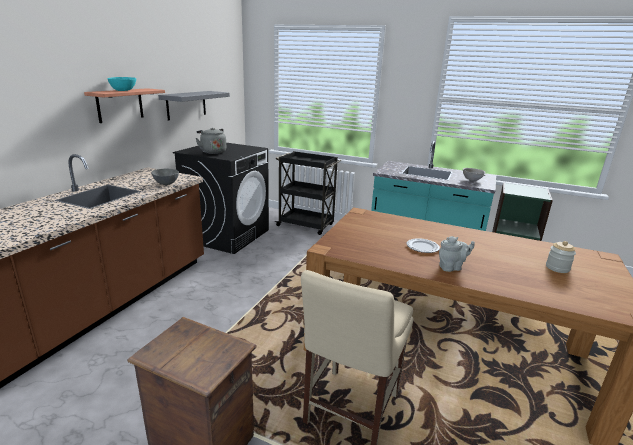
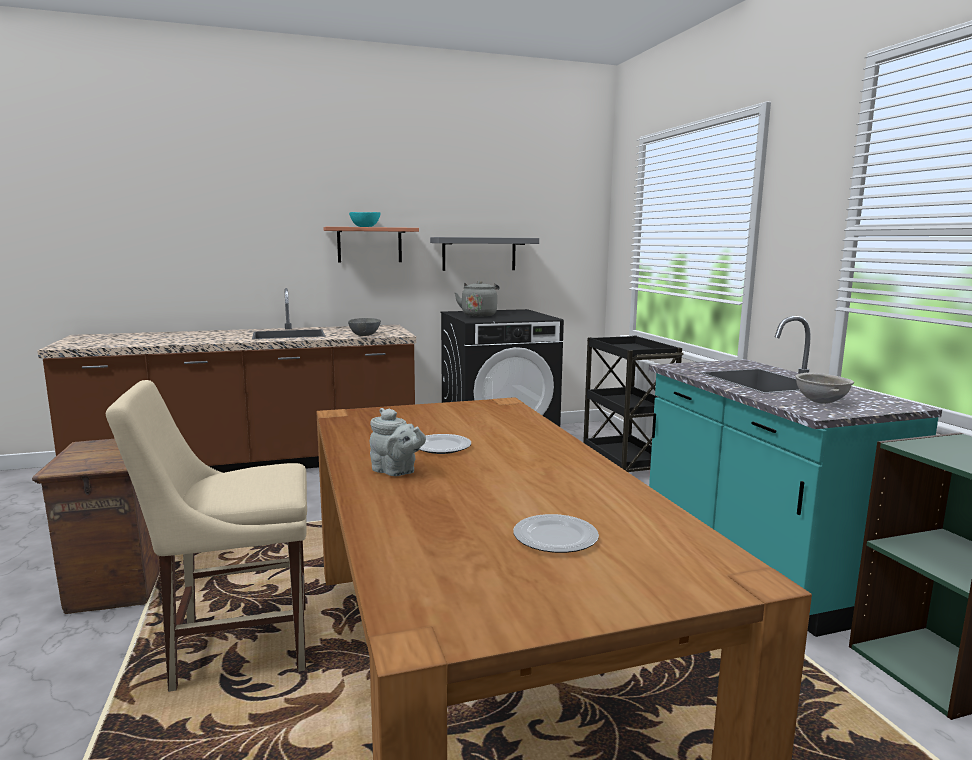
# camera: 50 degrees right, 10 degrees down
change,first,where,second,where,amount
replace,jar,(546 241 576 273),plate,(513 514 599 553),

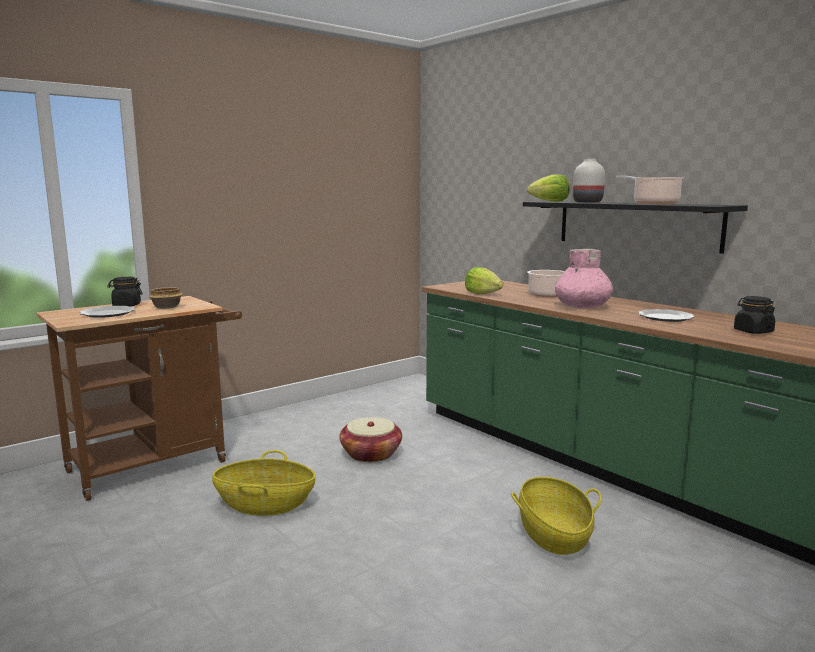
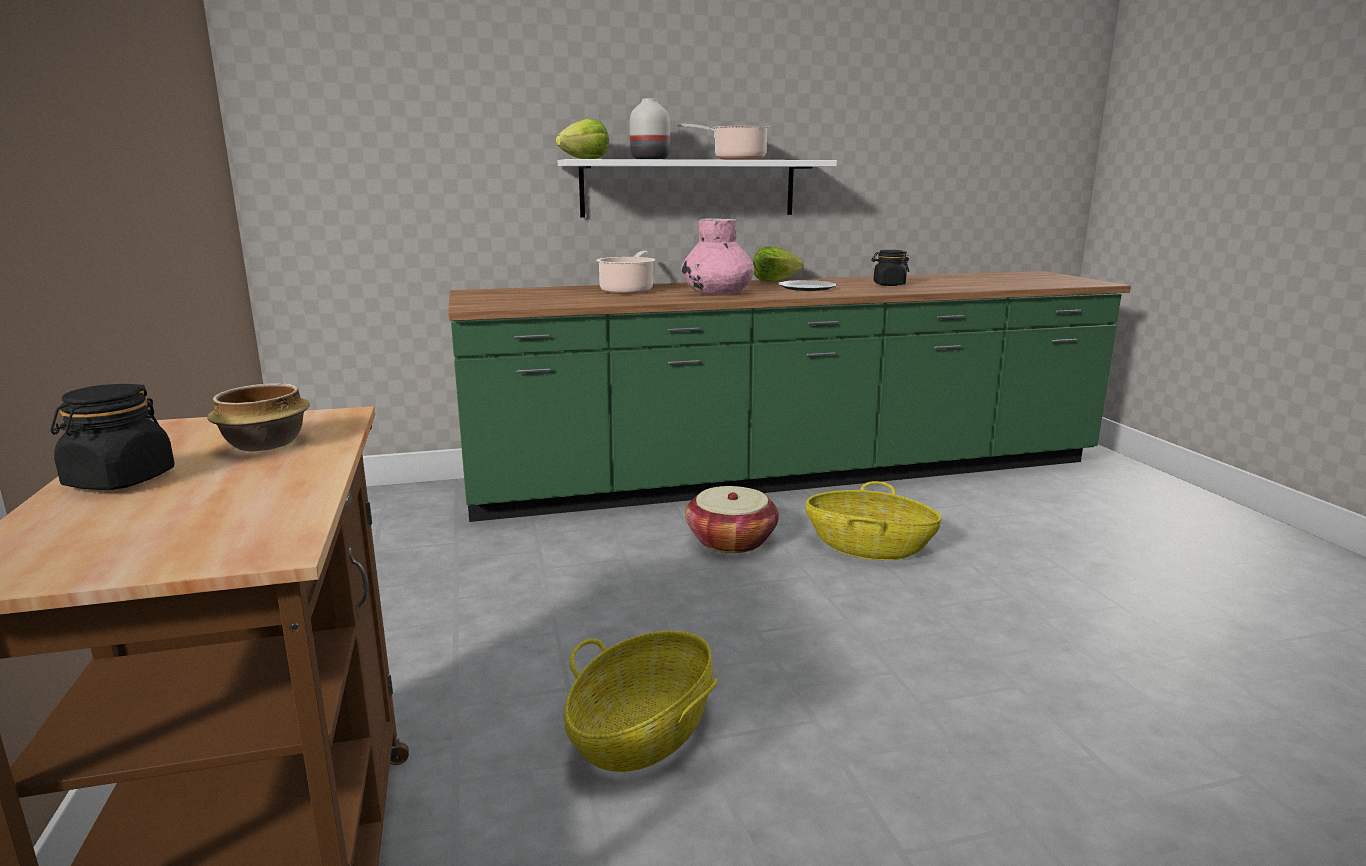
# camera: 65 degrees left, 5 degrees up
change,first,where,second,where,amount
recolor,black_shelf,(523 201 748 254),white_shelf,(558 159 837 217),
move,basket,(339 417 402 462),,(685 486 779 553),
move,lettuce,(465 267 503 294),,(753 246 804 282),
delete,plate,(80 306 135 318),,,

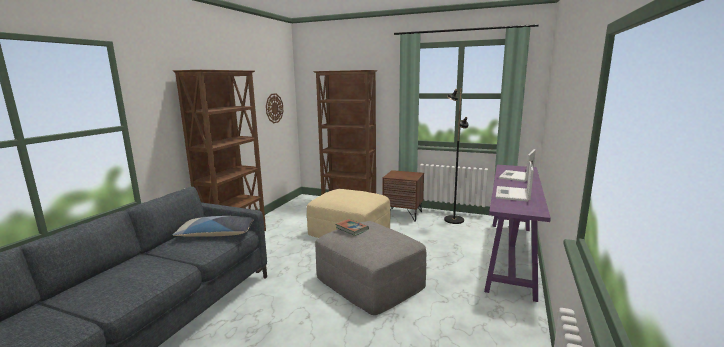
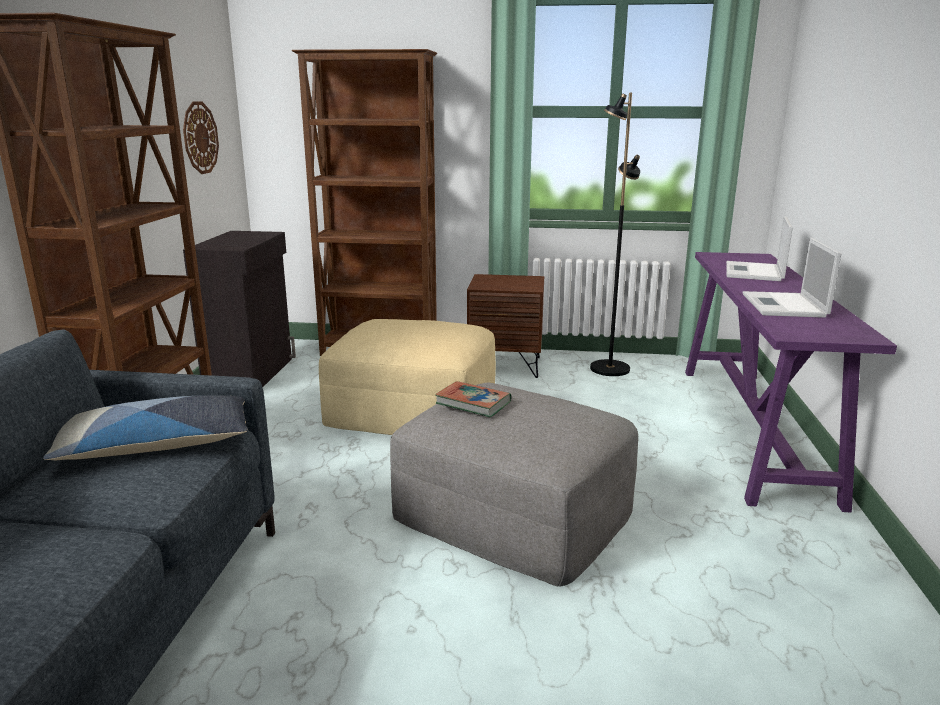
# camera: 15 degrees left, 5 degrees up
change,first,where,second,where,amount
insert,,,black_cabinet,(183 231 296 388),

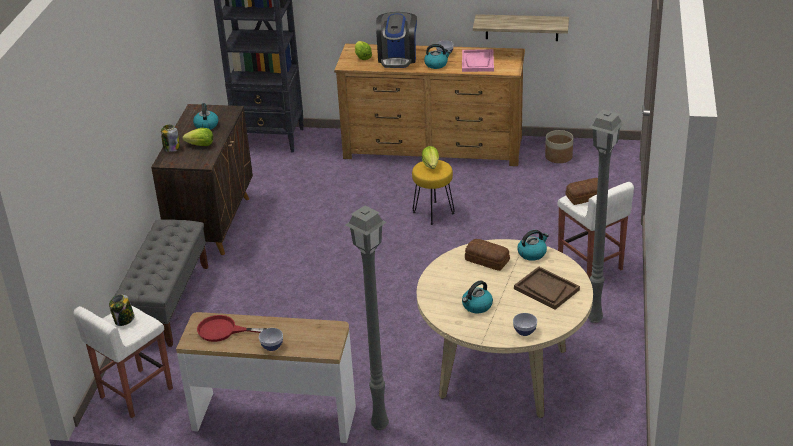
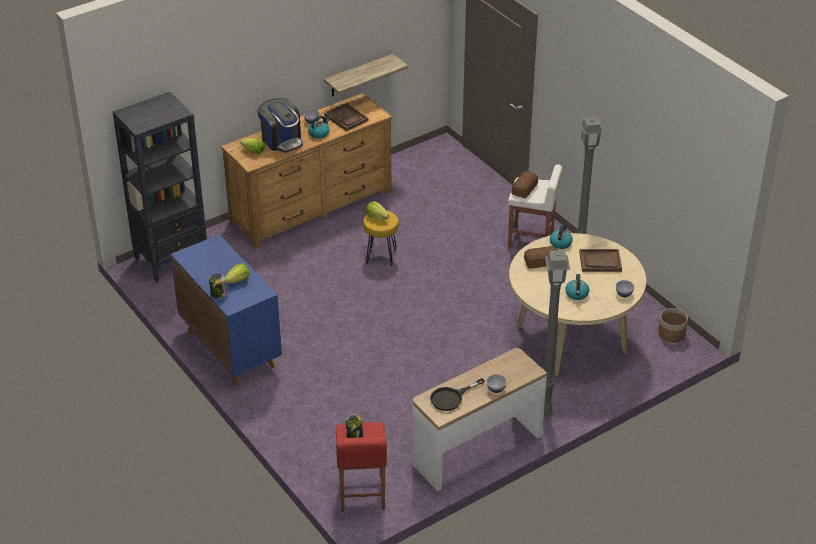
# camera: 45 degrees left, 5 degrees up
change,first,where,second,where,amount
recolor,brown_cabinet,(151 104 253 255),blue_cabinet,(171 234 282 385),
recolor,pink_tray,(462 49 494 72),brown_tray,(324 103 369 131),
recolor,white_stool,(73 306 173 418),red_stool,(336 422 387 512),
recolor,red_frying_pan,(197 315 267 342),black_frying_pan,(430 378 485 411),
move,planter,(545 130 573 163),,(658 308 688 343),
delete,grey_bench,(115 219 208 347),,,
delete,kettle,(193 103 218 130),,,

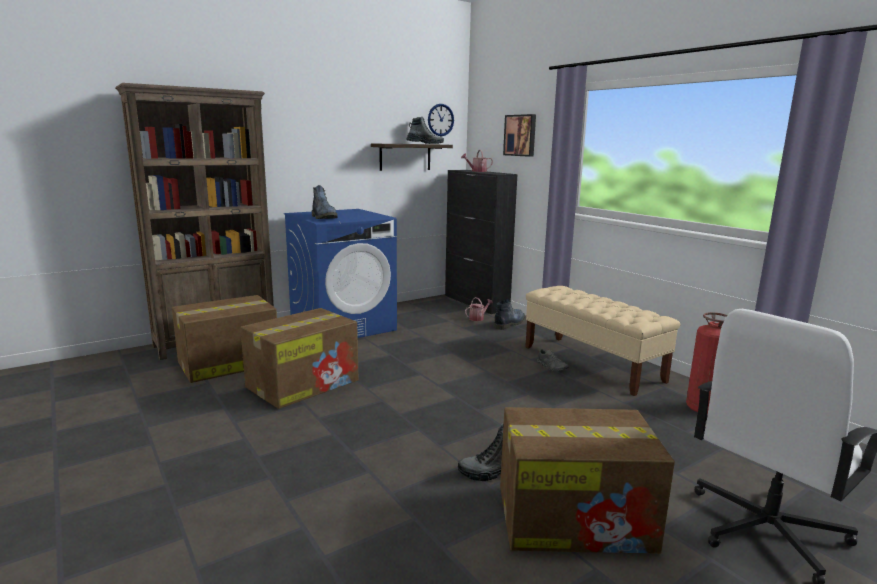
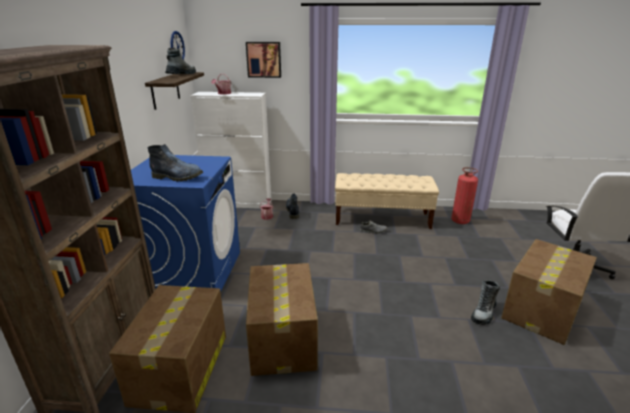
# camera: 50 degrees left, 10 degrees up
change,first,where,second,where,amount
recolor,black_cabinet,(445 170 518 314),white_cabinet,(190 92 271 209),

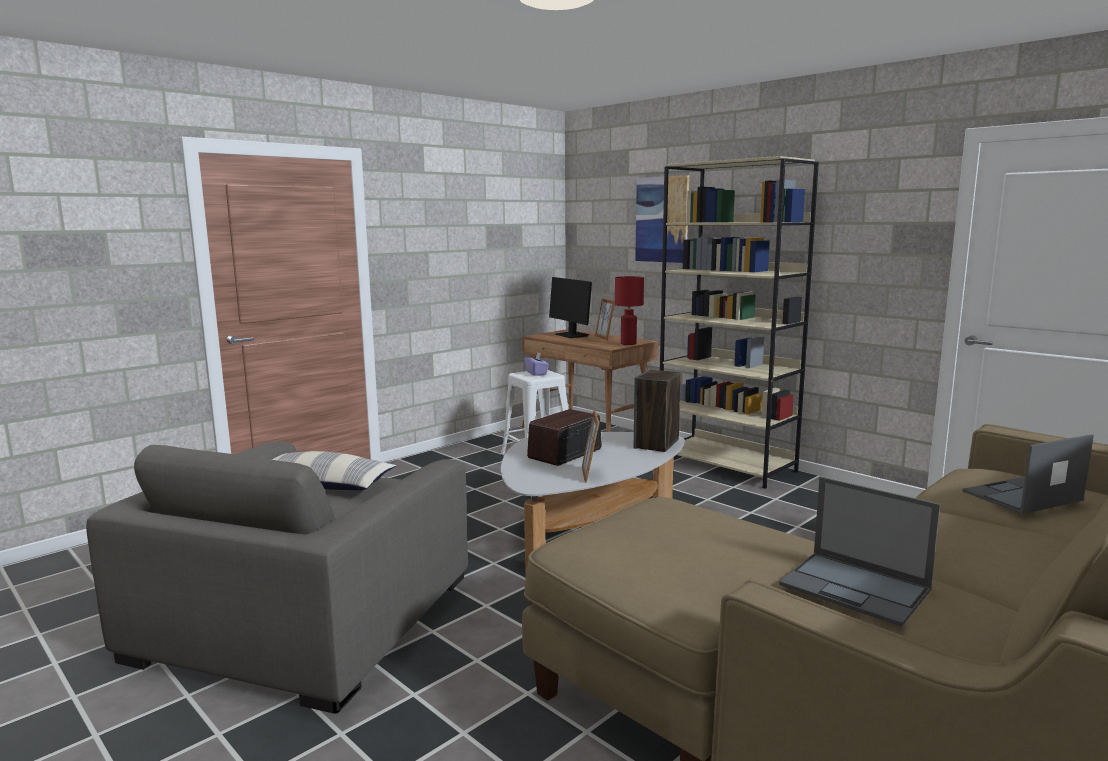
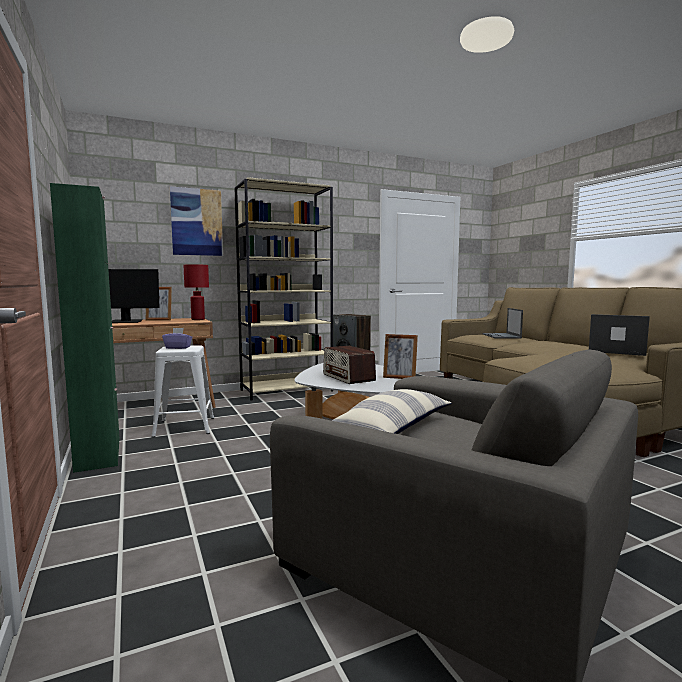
# camera: 70 degrees left, 5 degrees down
change,first,where,second,where,amount
insert,,,green_cabinet,(50 183 120 473),
rotate,laptop,(779 477 940 627),,(589 314 650 356),120 degrees counterclockwise

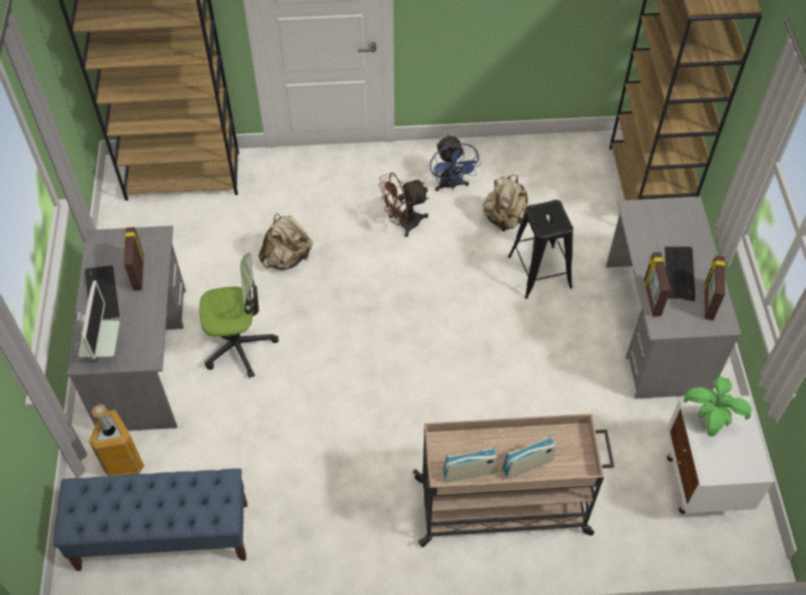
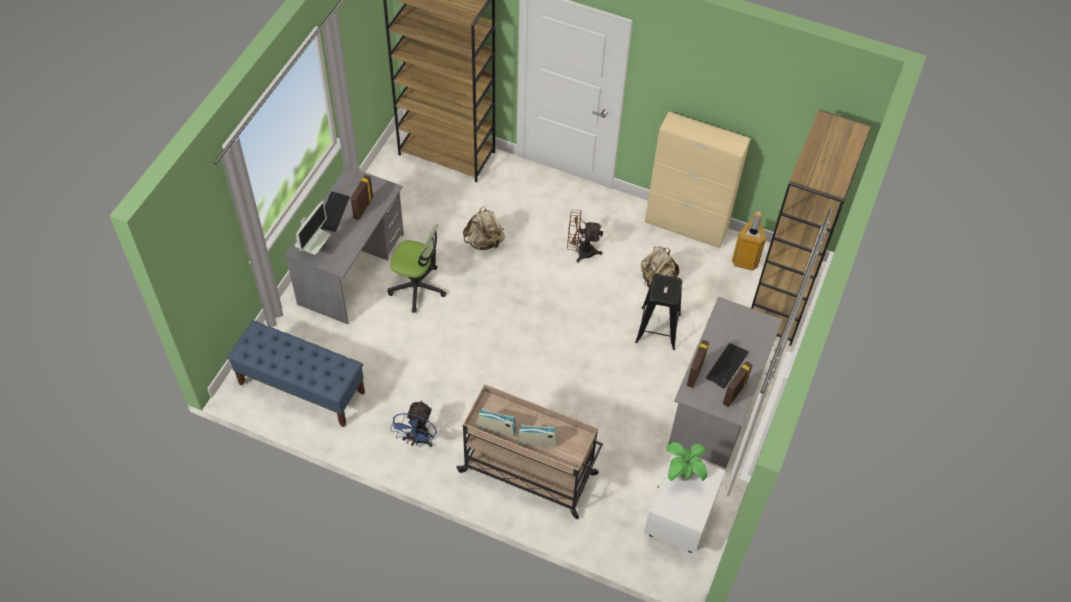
# camera: 25 degrees right, 0 degrees up
change,first,where,second,where,amount
move,blue_fan,(430 134 481 191),,(390 400 437 447),
insert,,,beige_cabinet,(645 111 751 248),
move,trash_can,(89 404 144 477),,(732 210 766 271),

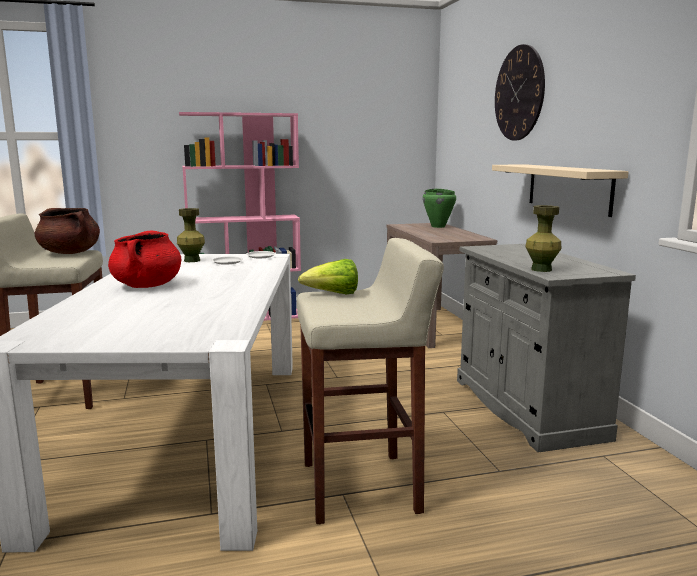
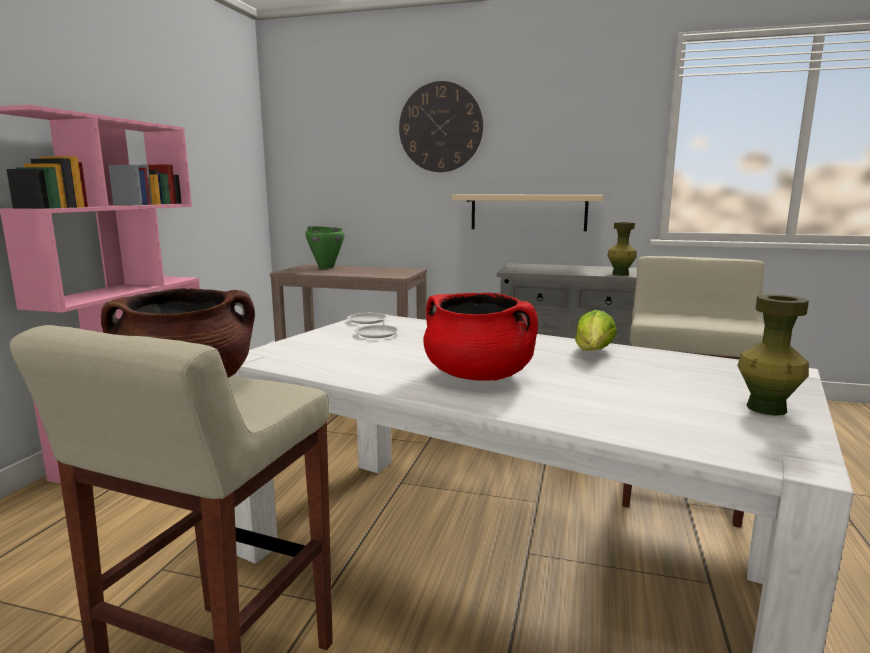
# camera: 60 degrees left, 0 degrees up
change,first,where,second,where,amount
move,lettuce,(298 259 358 294),,(575 310 617 351),
move,green_vase,(177 208 205 262),,(737 294 809 416),

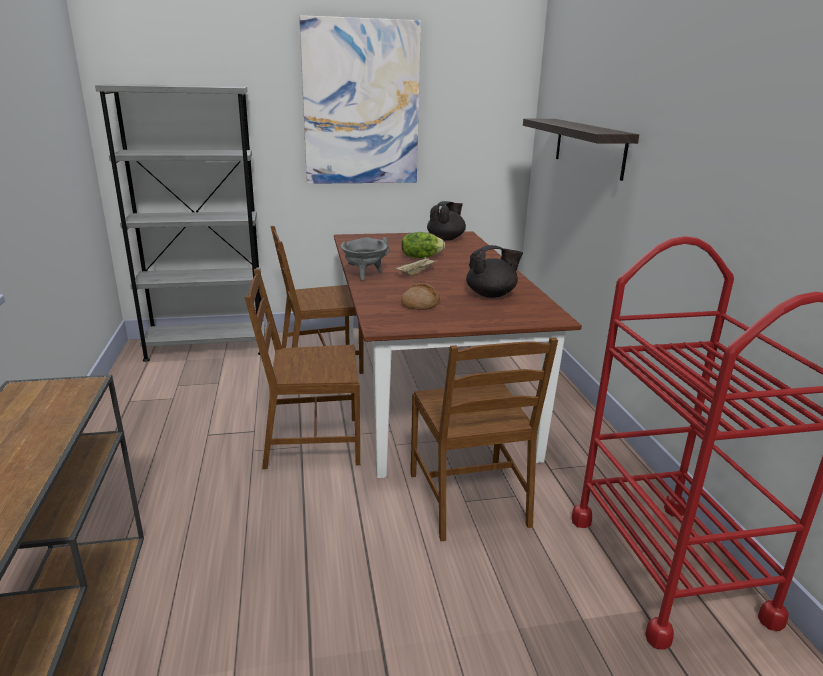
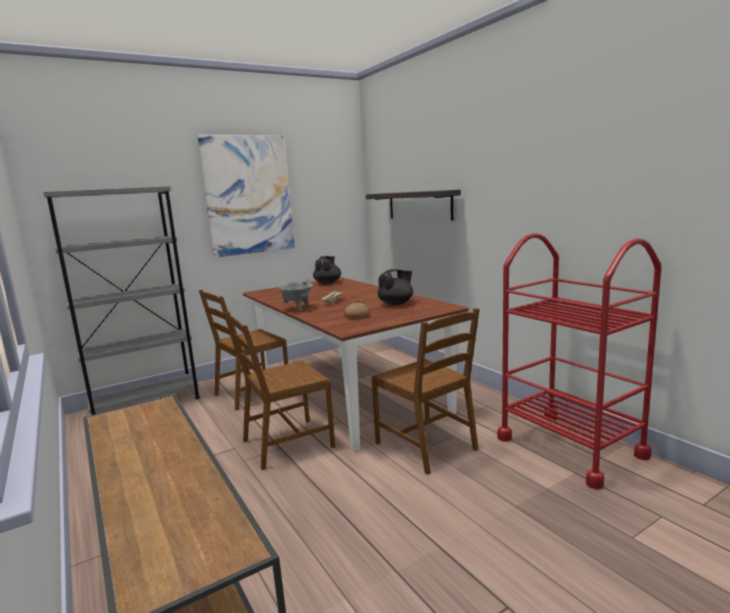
# camera: 20 degrees left, 10 degrees down
change,first,where,second,where,amount
delete,lettuce,(401 232 445 258),,,

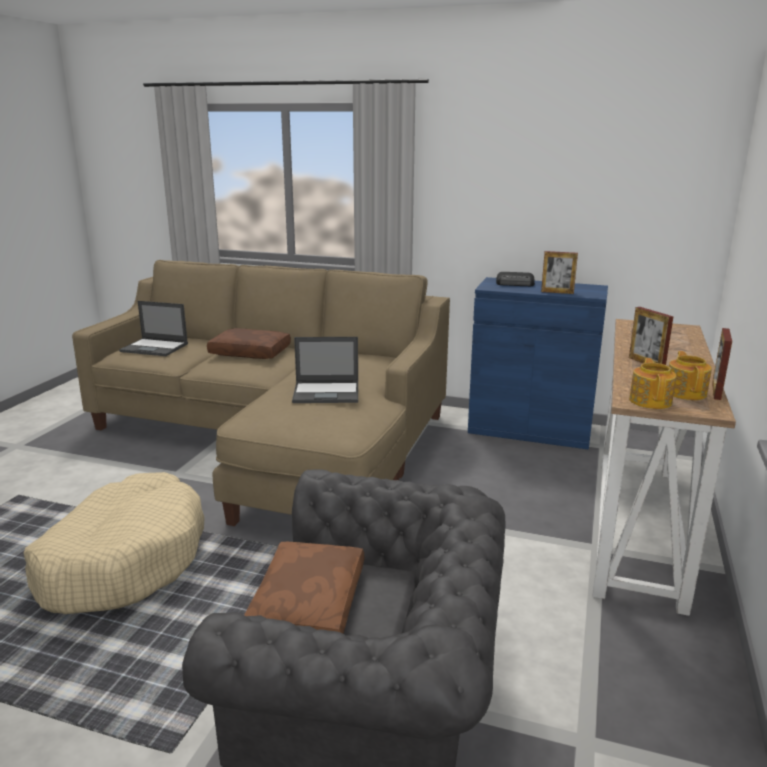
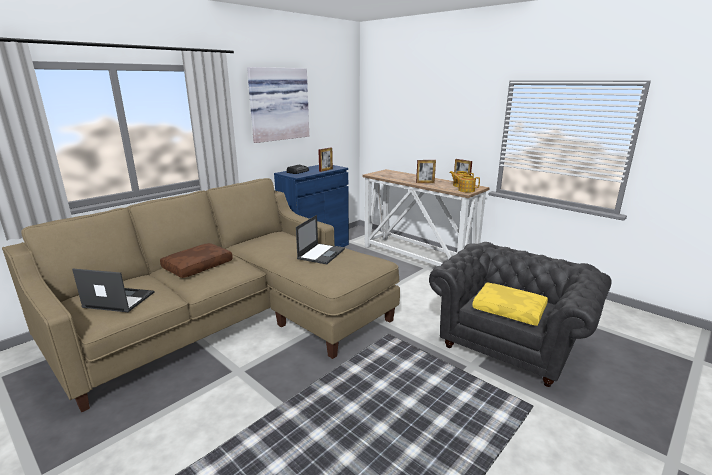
# camera: 65 degrees left, 0 degrees up
change,first,where,second,where,amount
rotate,laptop,(119 301 188 356),,(72 269 154 312),120 degrees counterclockwise
insert,,,picture,(247 67 309 143),
recolor,brown_pillow,(244 542 364 634),yellow_pillow,(472 282 548 326),
delete,beige_dog_bed,(24 472 205 614),,,

